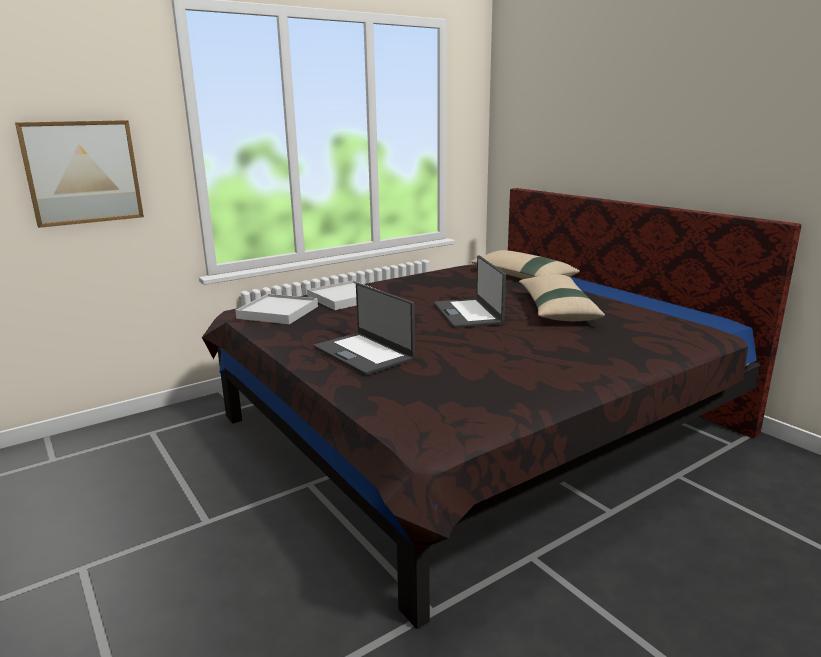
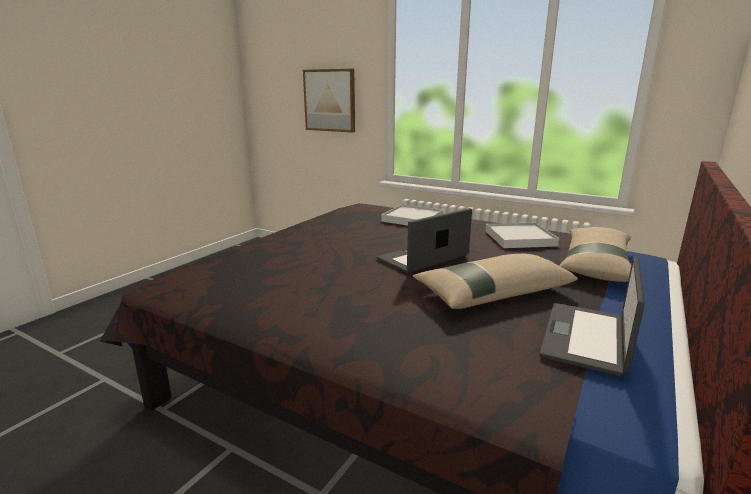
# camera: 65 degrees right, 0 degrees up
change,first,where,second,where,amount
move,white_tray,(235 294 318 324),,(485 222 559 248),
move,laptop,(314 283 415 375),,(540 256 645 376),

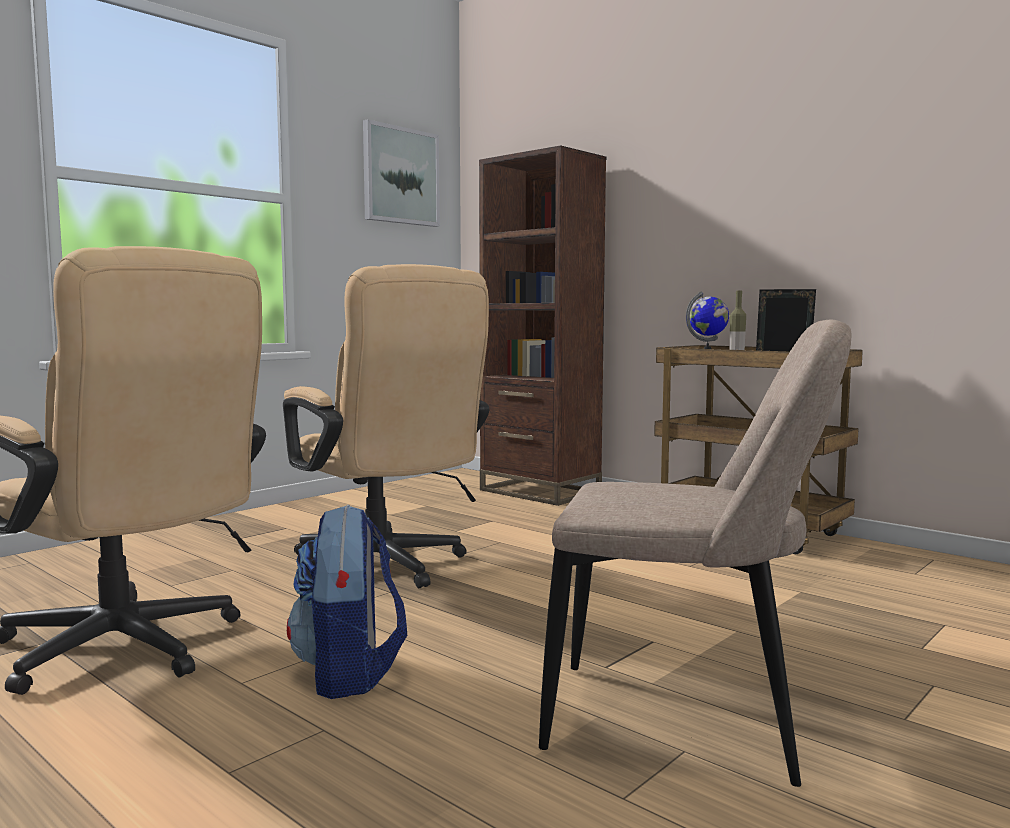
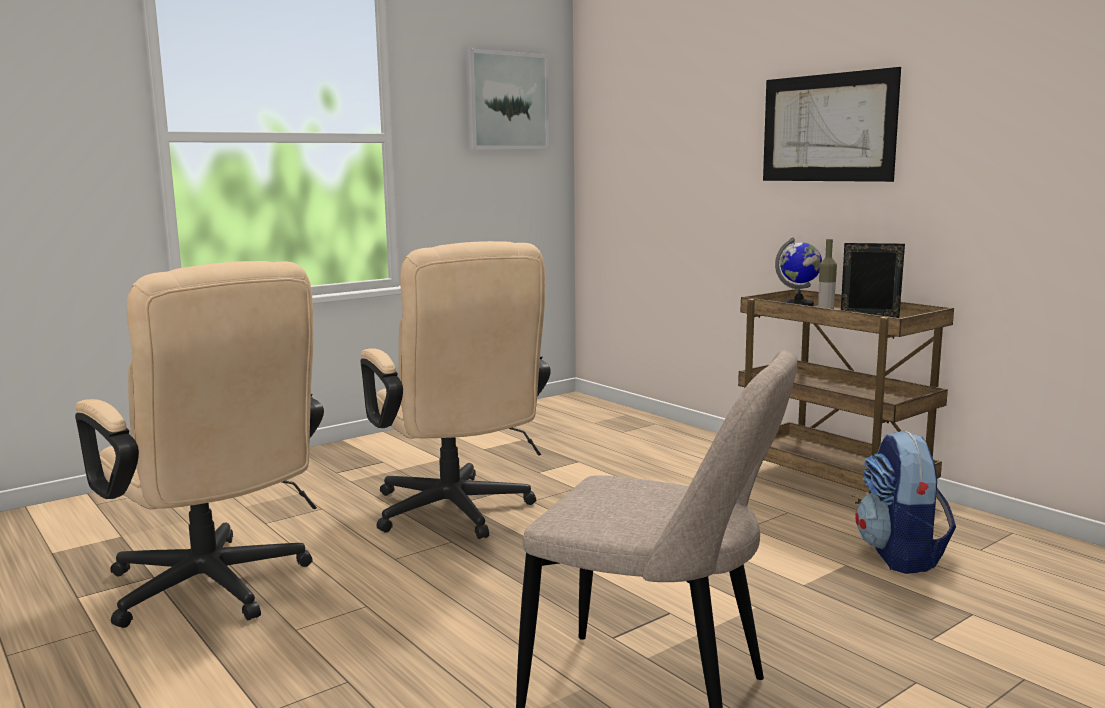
# camera: 10 degrees right, 5 degrees up
change,first,where,second,where,amount
insert,,,picture,(763 67 901 182),
move,backpack,(287 505 407 699),,(855 430 956 574),
delete,brown_bookcase,(479 145 606 506),,,

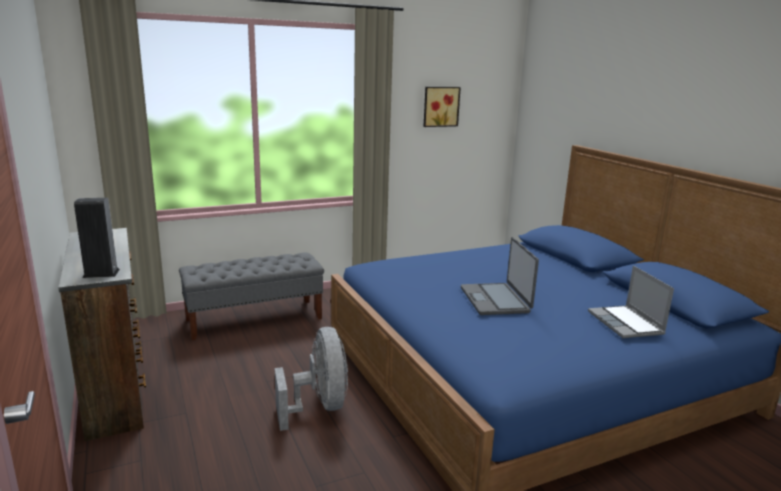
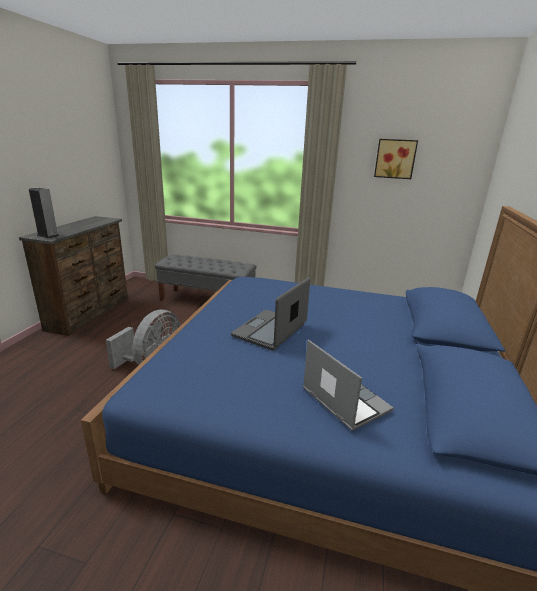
# camera: 40 degrees right, 5 degrees up
change,first,where,second,where,amount
rotate,laptop,(588 265 674 338),,(303 339 394 431),120 degrees clockwise

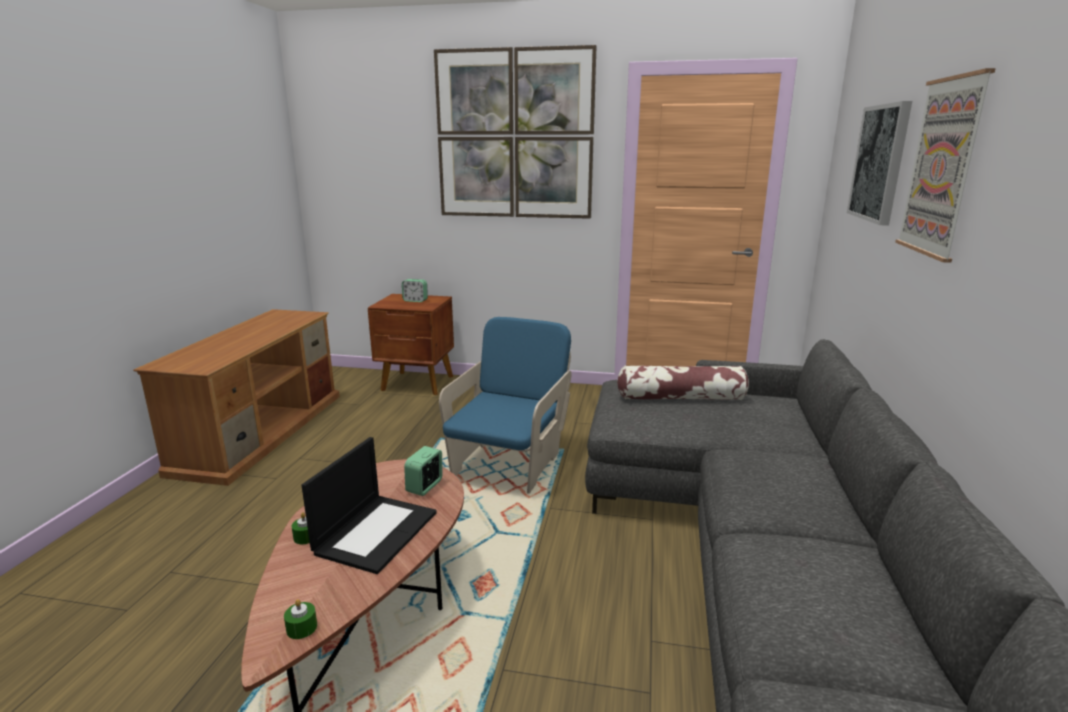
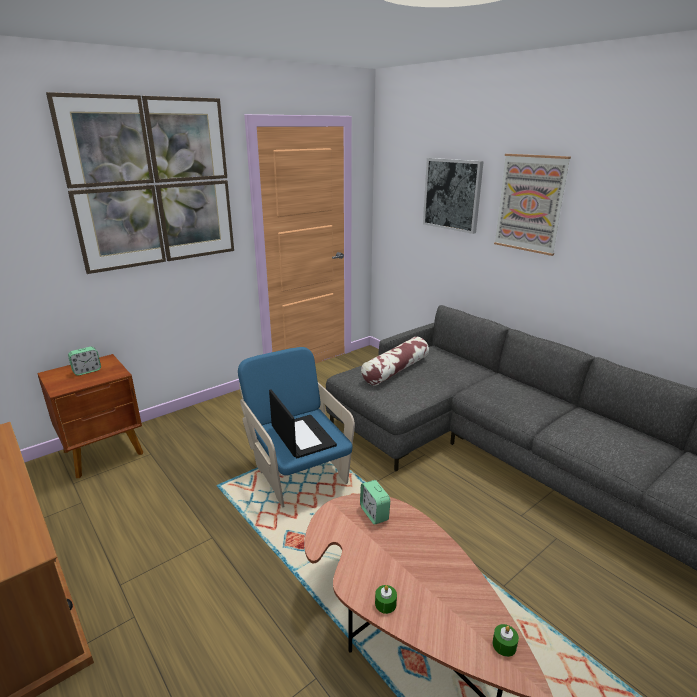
# camera: 50 degrees left, 5 degrees up
change,first,where,second,where,amount
move,laptop,(301 437 437 574),,(269 390 337 458),

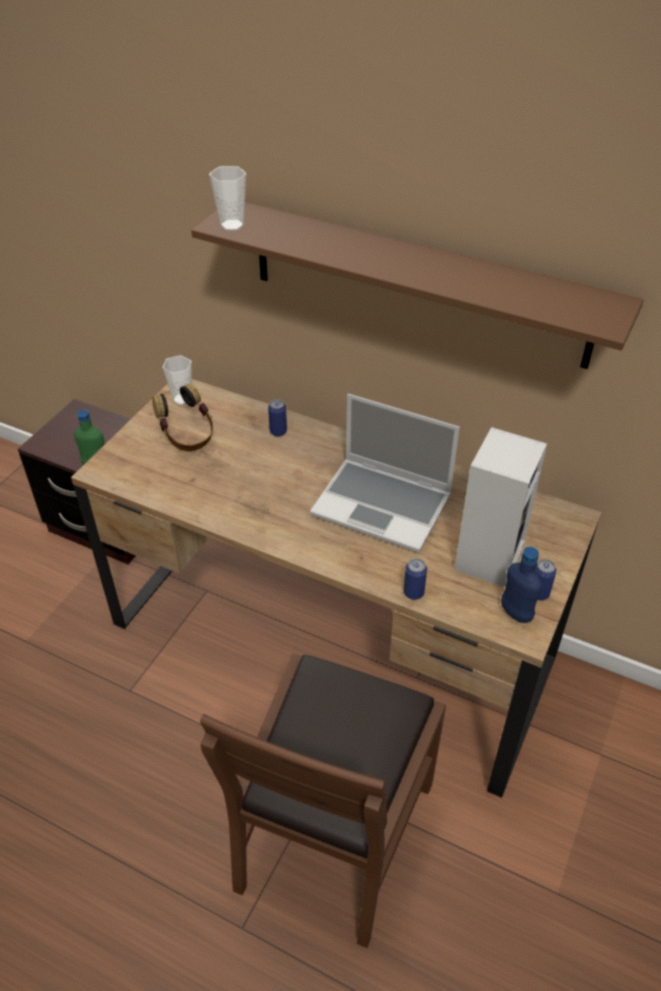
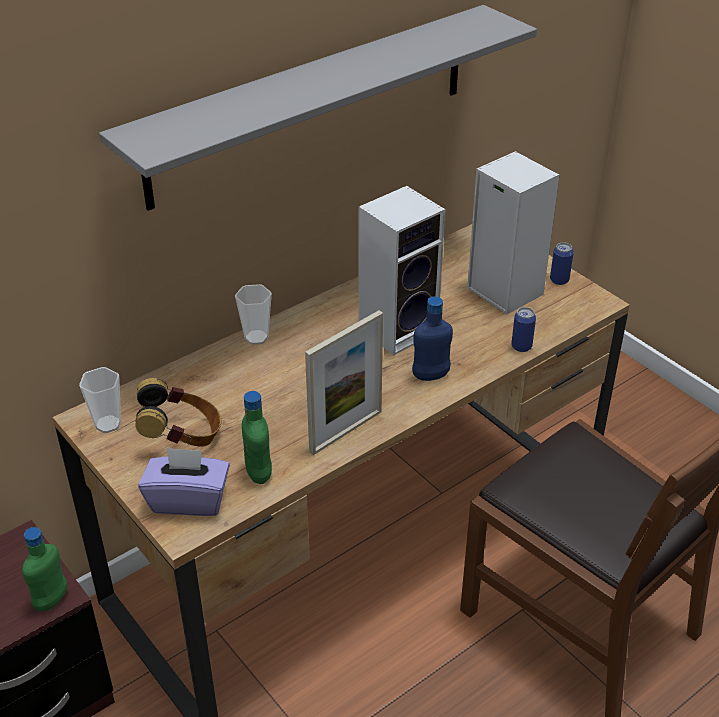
# camera: 65 degrees left, 5 degrees down
change,first,where,second,where,amount
recolor,brown_shelf,(191 202 644 369),grey_shelf,(99 5 537 211),
insert,,,purple_tissue_box,(138 447 230 516),
move,cup,(209 166 246 231),,(235 284 272 345),
insert,,,green_bottle,(242 391 272 484),
insert,,,picture_frame,(305 310 383 455),
replace,laptop,(310 394 460 553),speaker,(359 186 445 355),
move,blue_bottle,(501 547 542 623),,(412 296 453 381),
delete,can,(268 399 287 436),,,

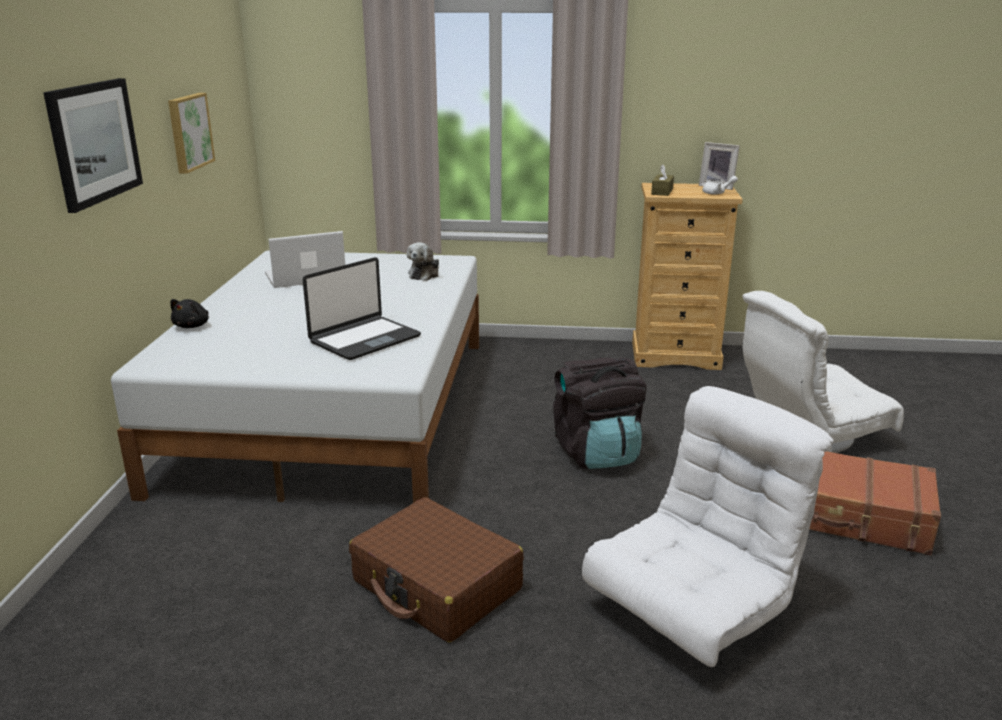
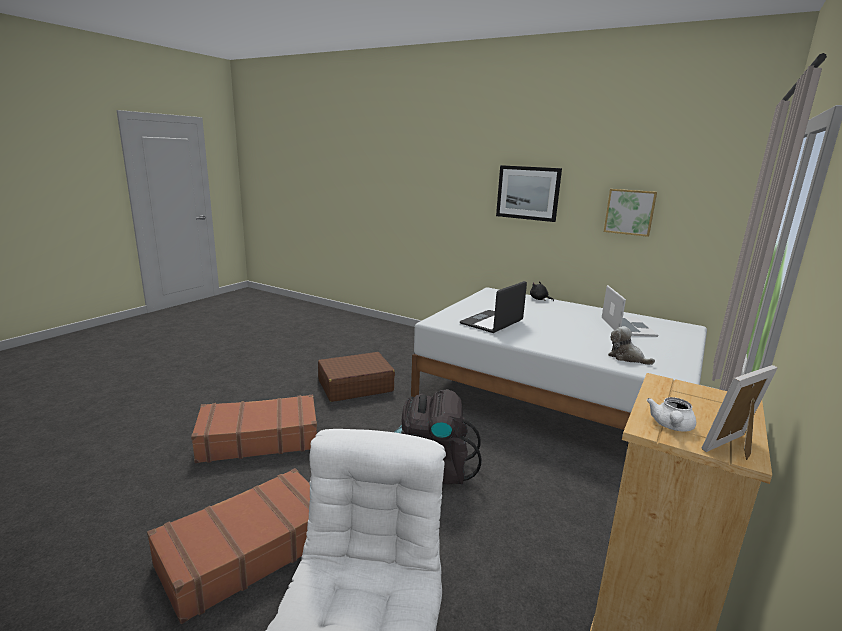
# camera: 115 degrees right, 5 degrees down
change,first,where,second,where,amount
replace,white_armchair,(582 386 833 667),brown_suitcase,(191 394 317 463),
rotate,laptop,(303 257 421 360),,(460 281 527 333),60 degrees clockwise
delete,brown_tissue_box,(651 164 674 196),,,

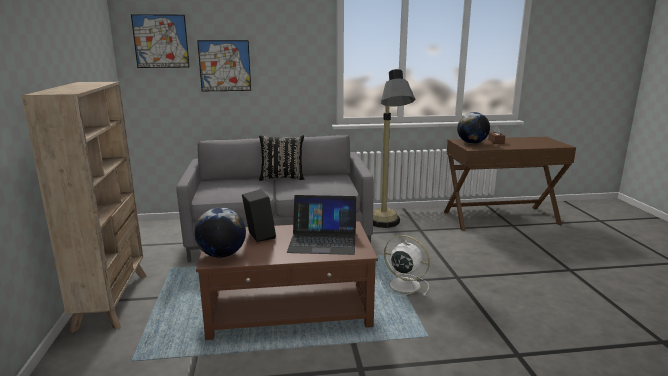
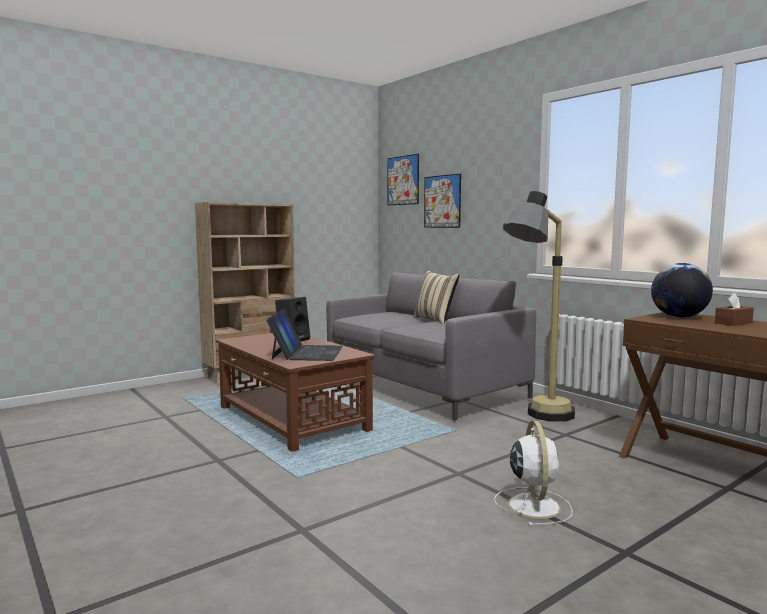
# camera: 60 degrees right, 10 degrees down
change,first,where,second,where,amount
rotate,laptop,(287 195 356 255),,(266 309 343 361),150 degrees counterclockwise
recolor,black_pillow,(259 135 305 181),beige_pillow,(413 271 459 324),
move,white_fan,(380 235 430 296),,(494 421 573 526),
delete,globe,(195 207 246 258),,,

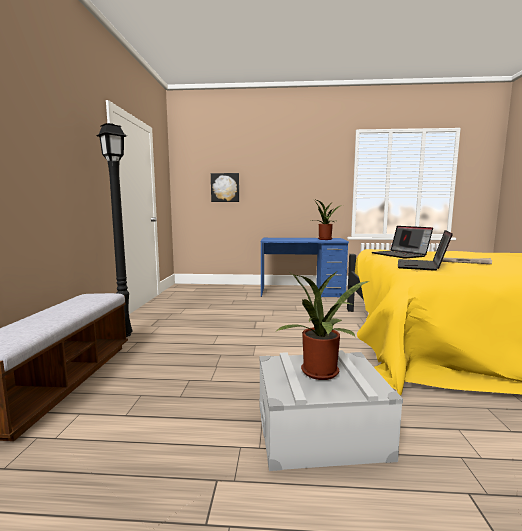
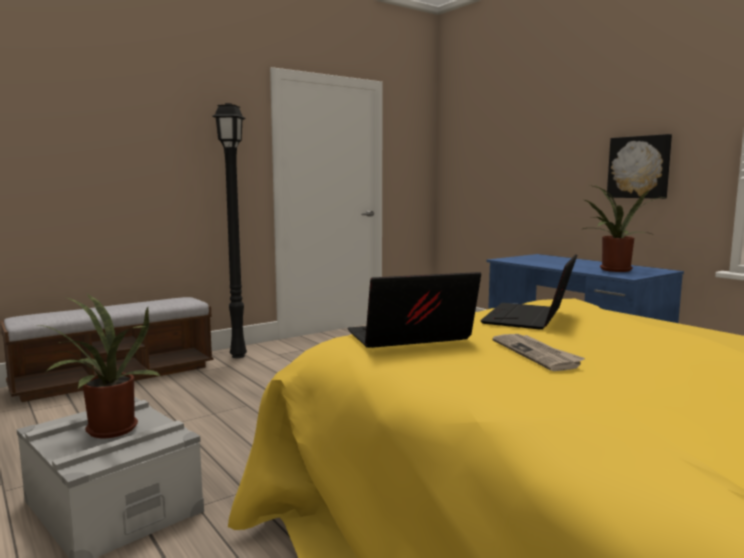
# camera: 50 degrees right, 0 degrees up
change,first,where,second,where,amount
move,picture,(211 173 239 202),,(607 134 672 199),

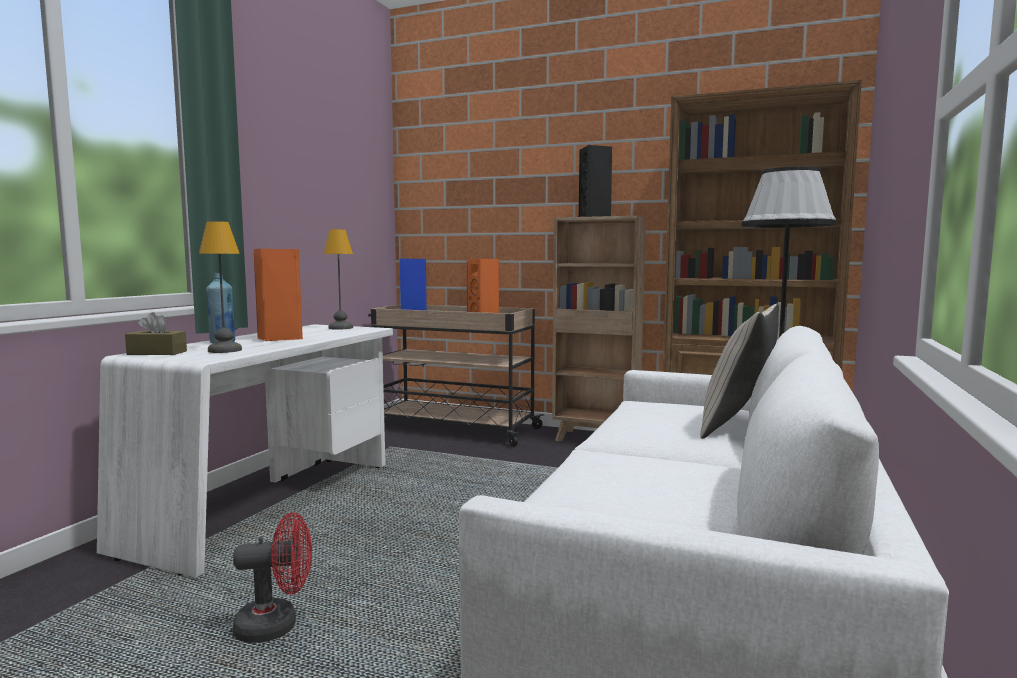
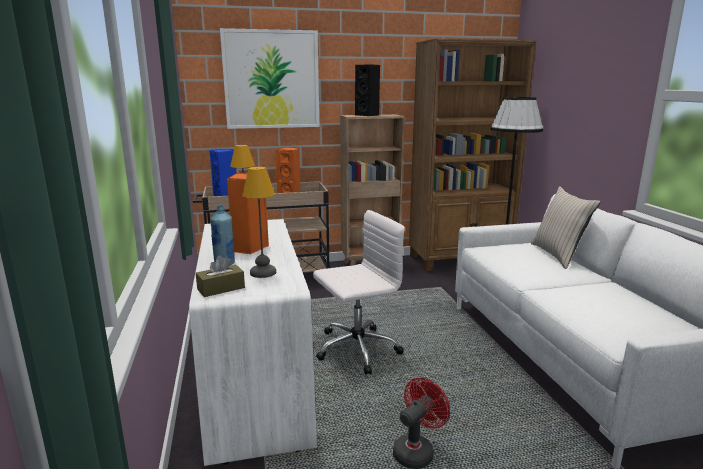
# camera: 35 degrees left, 10 degrees up
change,first,where,second,where,amount
insert,,,picture,(220 28 319 129),
insert,,,white_office_chair,(313 210 405 375),

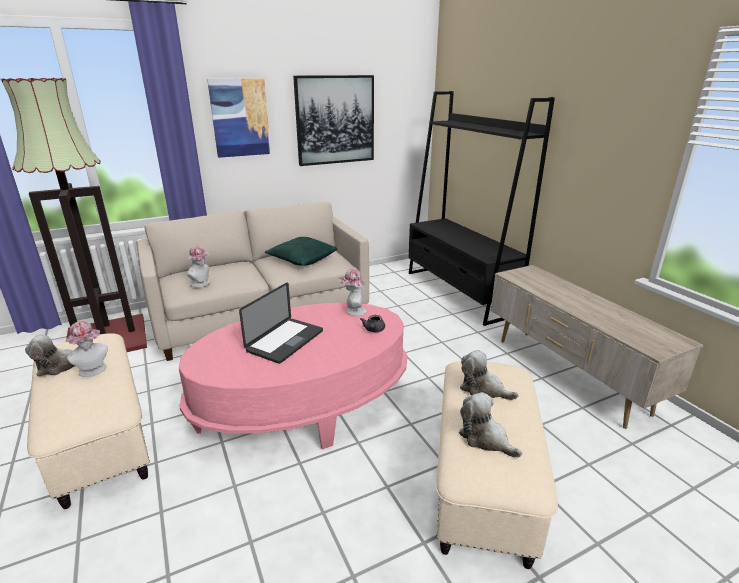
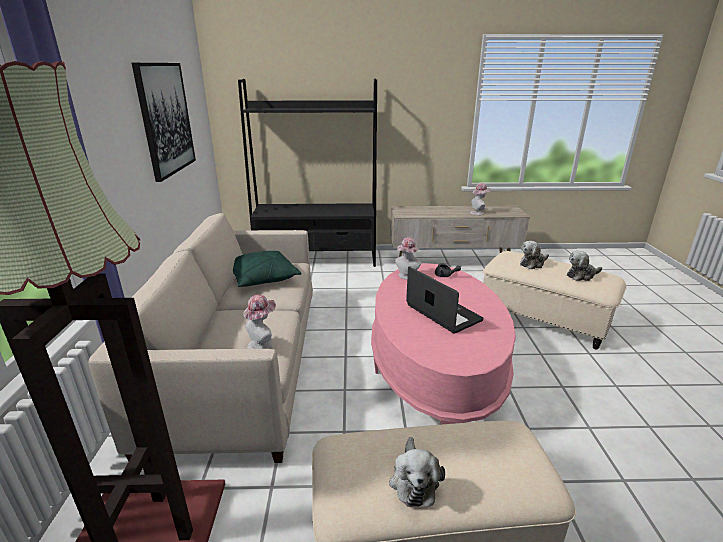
# camera: 65 degrees left, 0 degrees up
change,first,where,second,where,amount
move,hat,(66 321 108 377),,(470 183 491 215),
delete,picture,(207 78 271 158),,,

